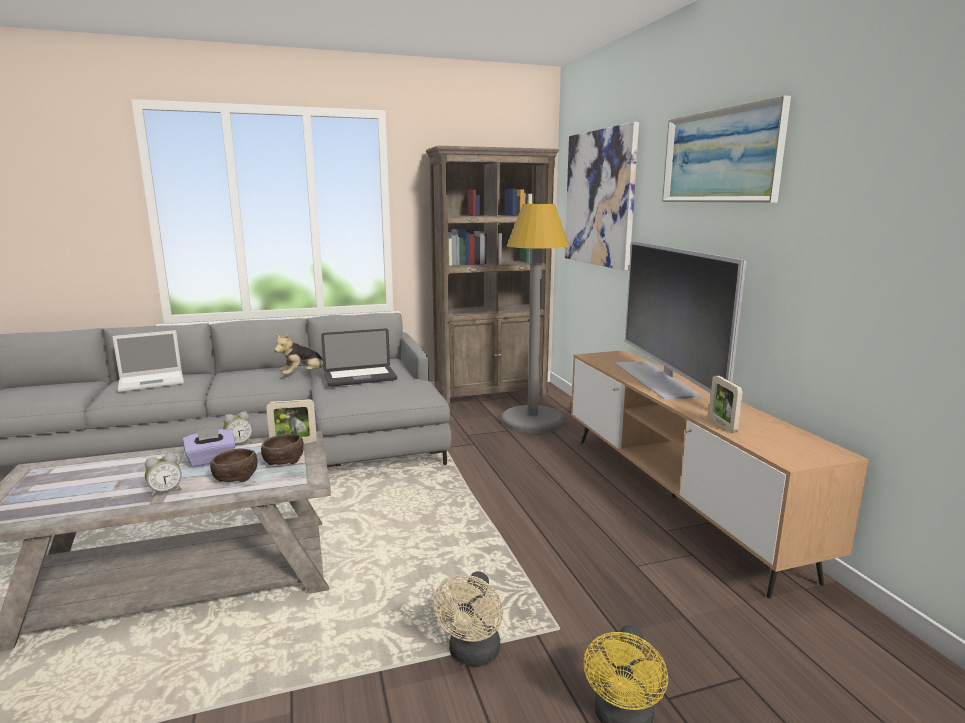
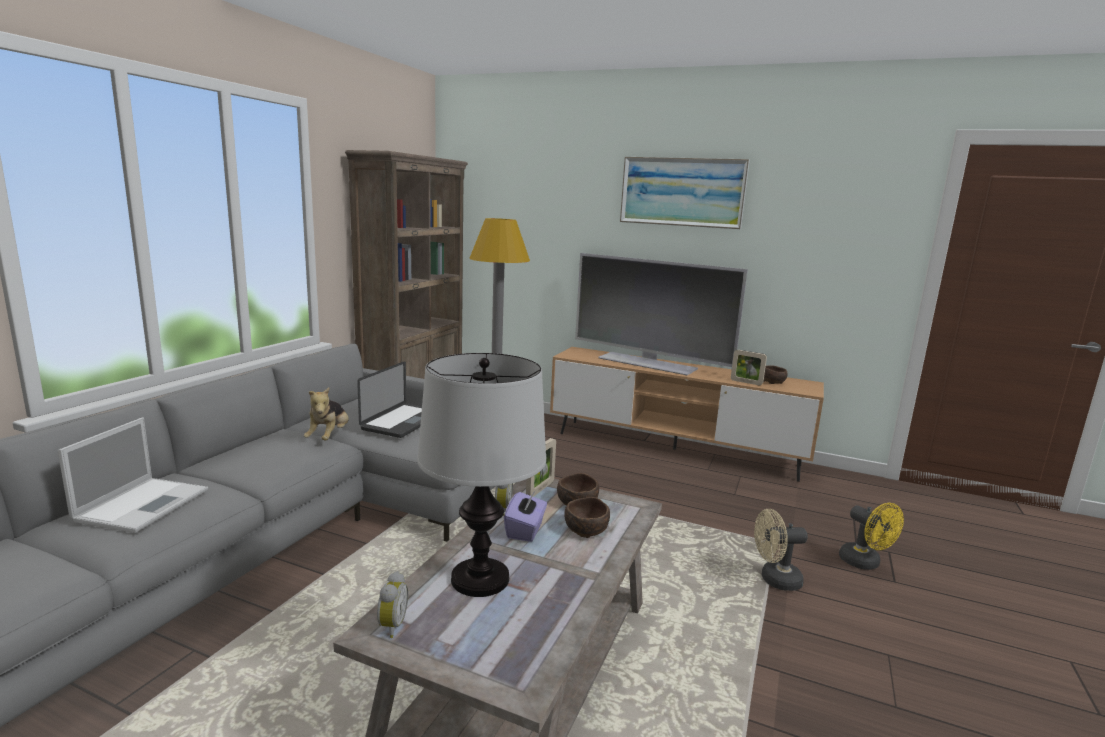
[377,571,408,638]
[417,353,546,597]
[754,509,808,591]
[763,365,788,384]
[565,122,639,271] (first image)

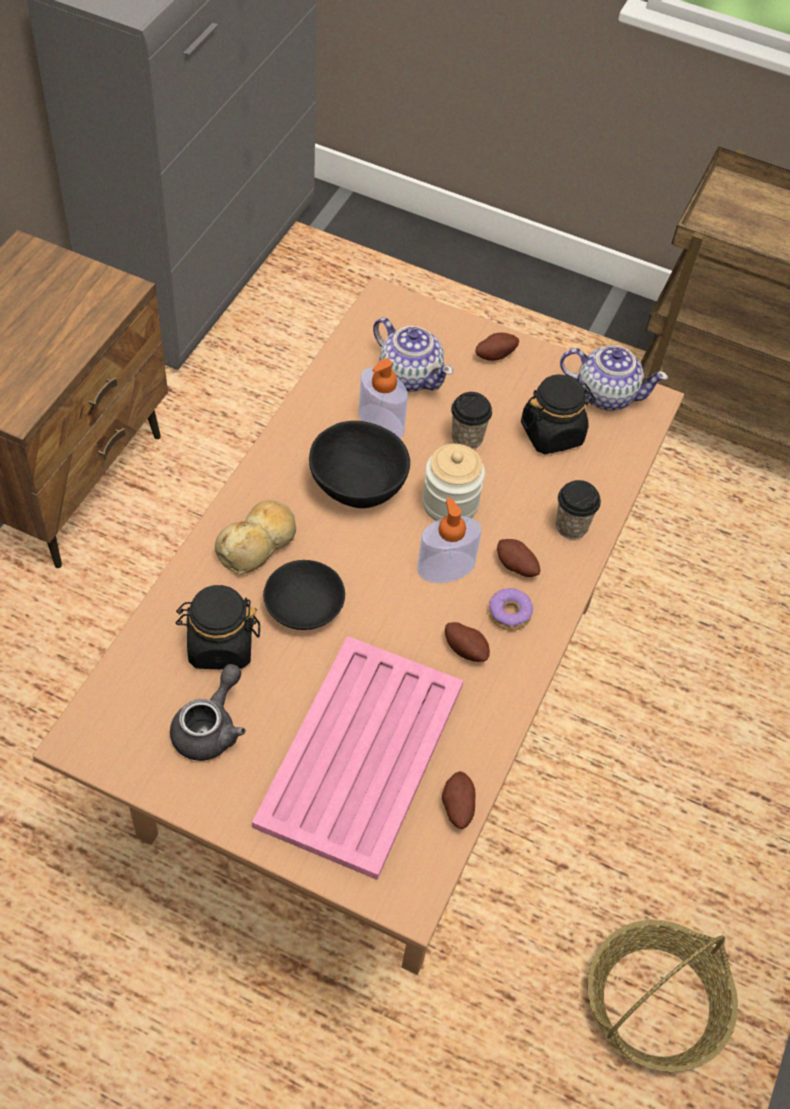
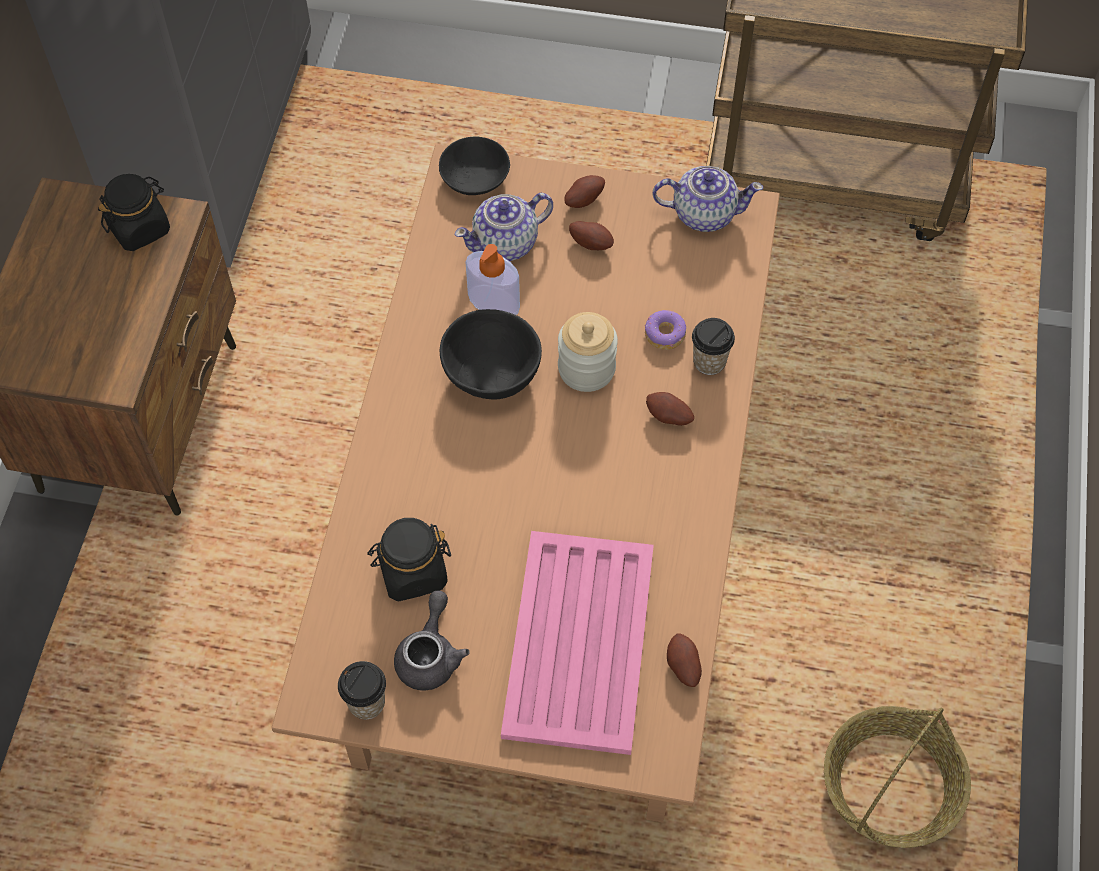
[98,174,170,251]
[338,661,386,719]
[439,137,510,195]
[455,193,553,261]
[569,221,614,250]
[645,310,686,350]
[215,500,296,575] (first image)
[417,498,481,583] (first image)

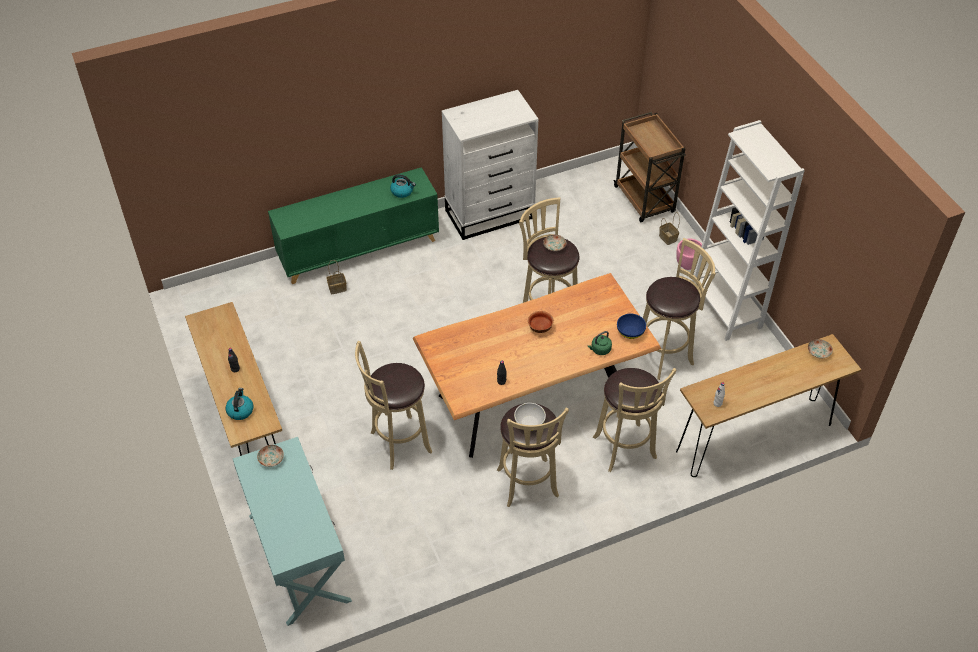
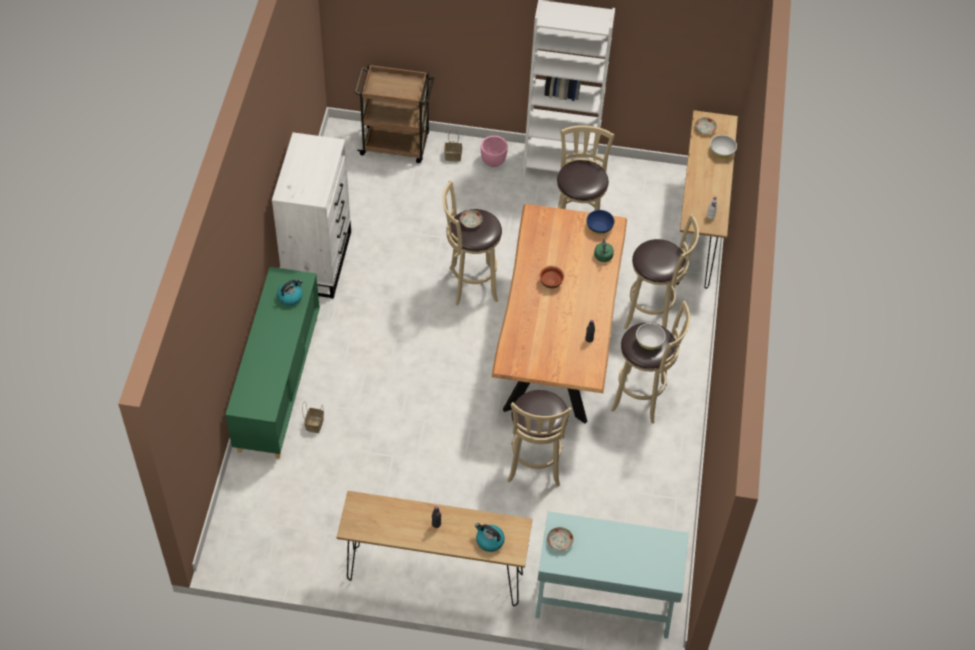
[710,135,737,158]

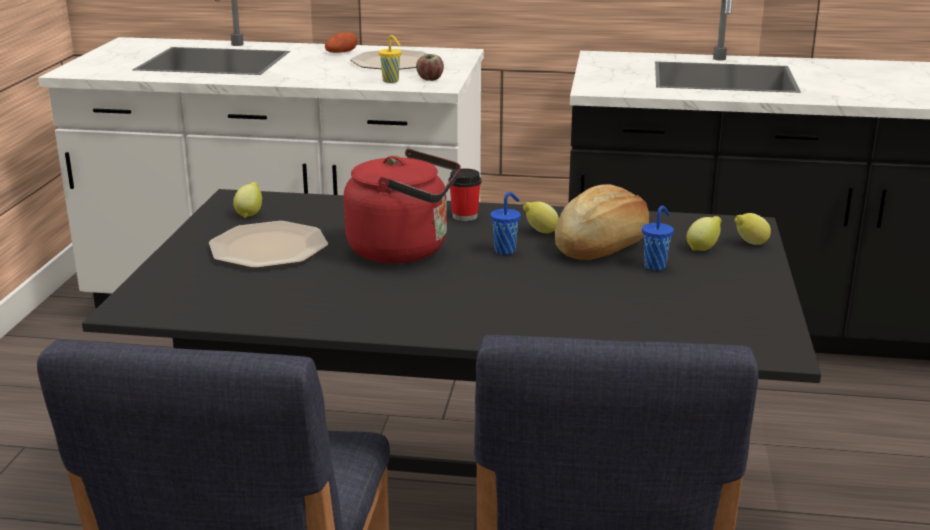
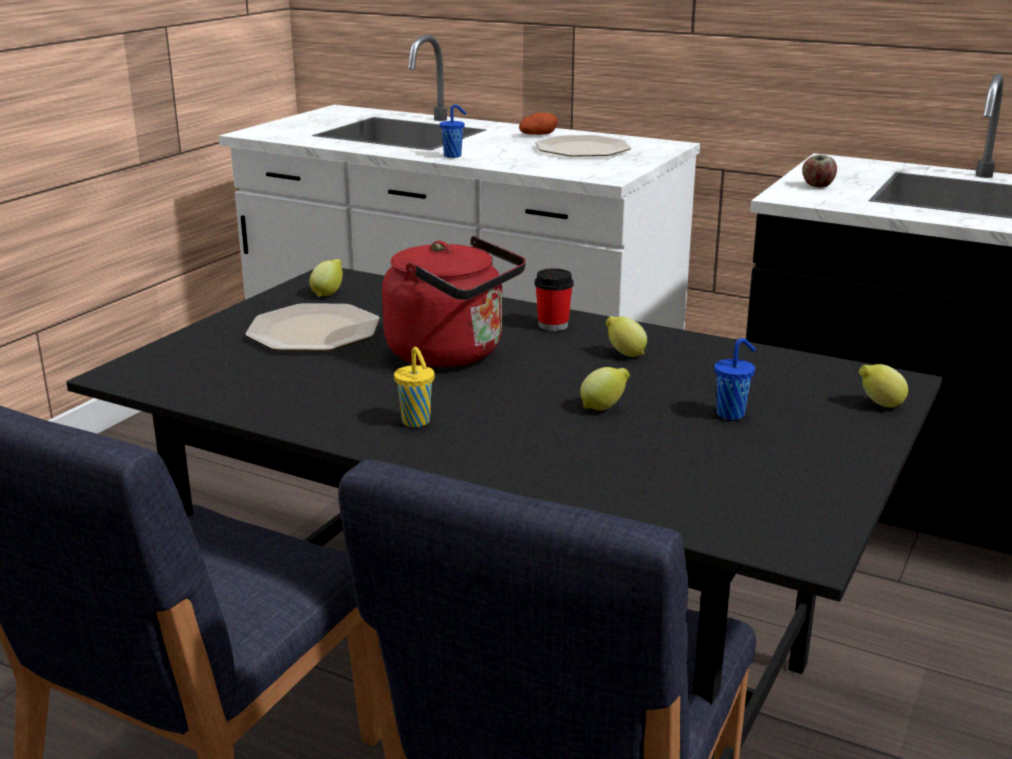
[394,347,435,427]
[440,104,466,158]
[580,367,630,410]
[802,155,837,188]
[555,184,649,260] (first image)

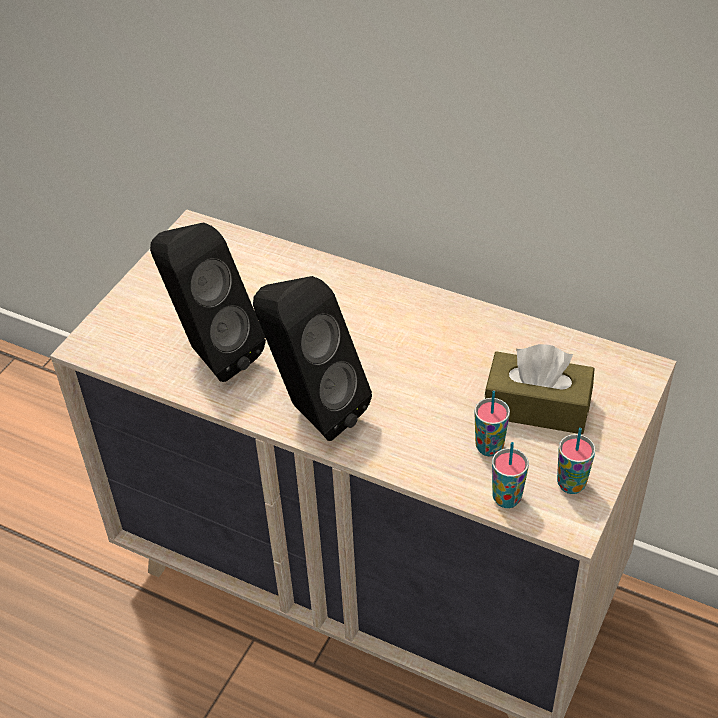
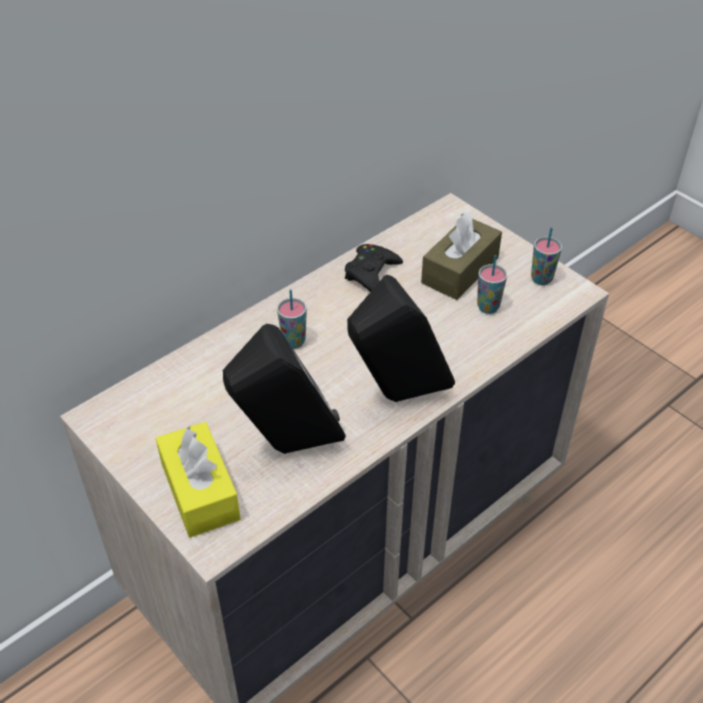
[156,422,241,538]
[277,289,307,349]
[345,244,403,292]

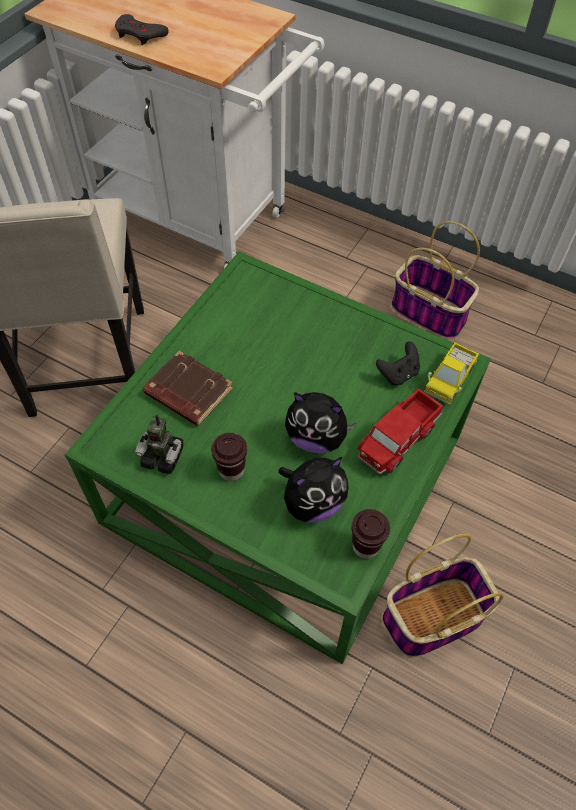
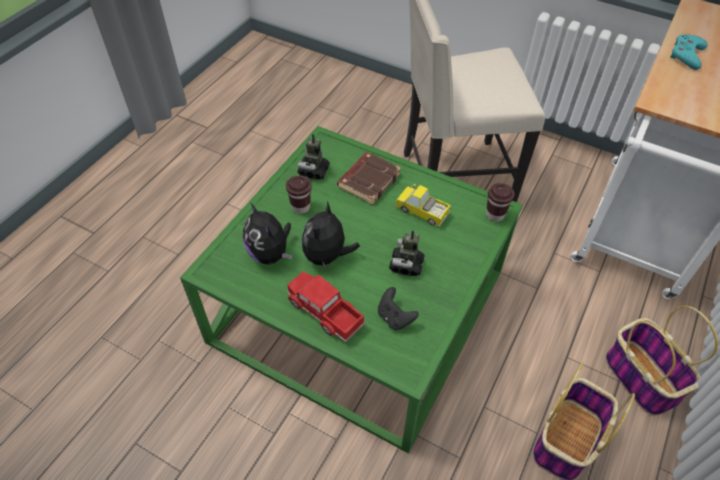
[389,230,425,276]
[395,184,451,227]
[486,183,514,222]
[605,305,718,416]
[670,34,708,70]

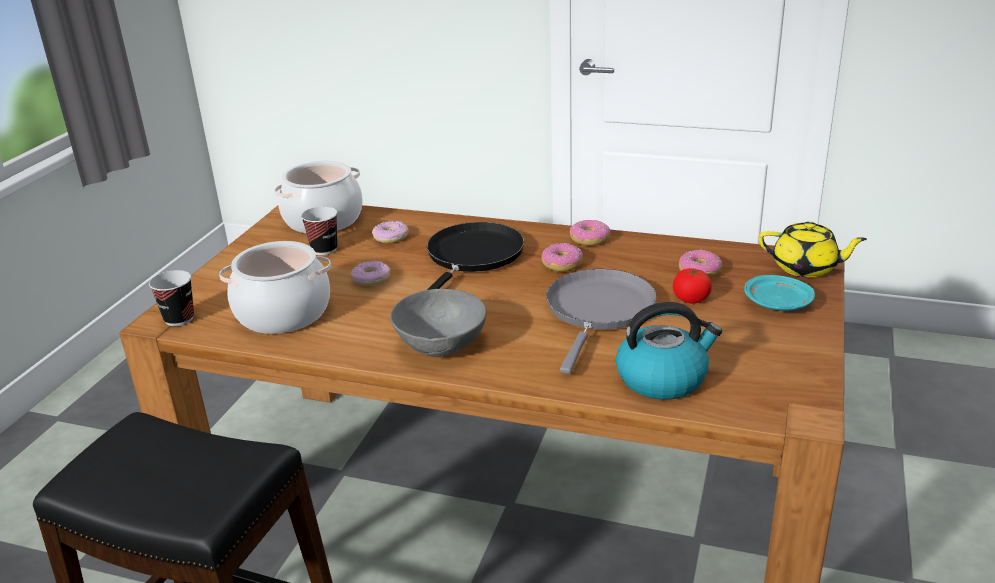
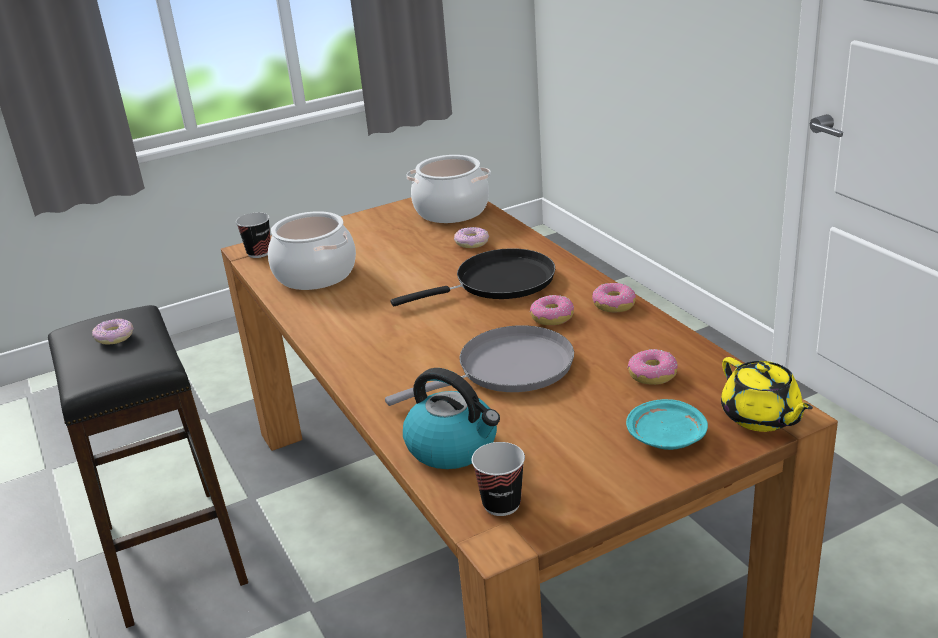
[92,318,134,345]
[472,442,525,516]
[390,289,486,357] (first image)
[673,268,712,304] (first image)

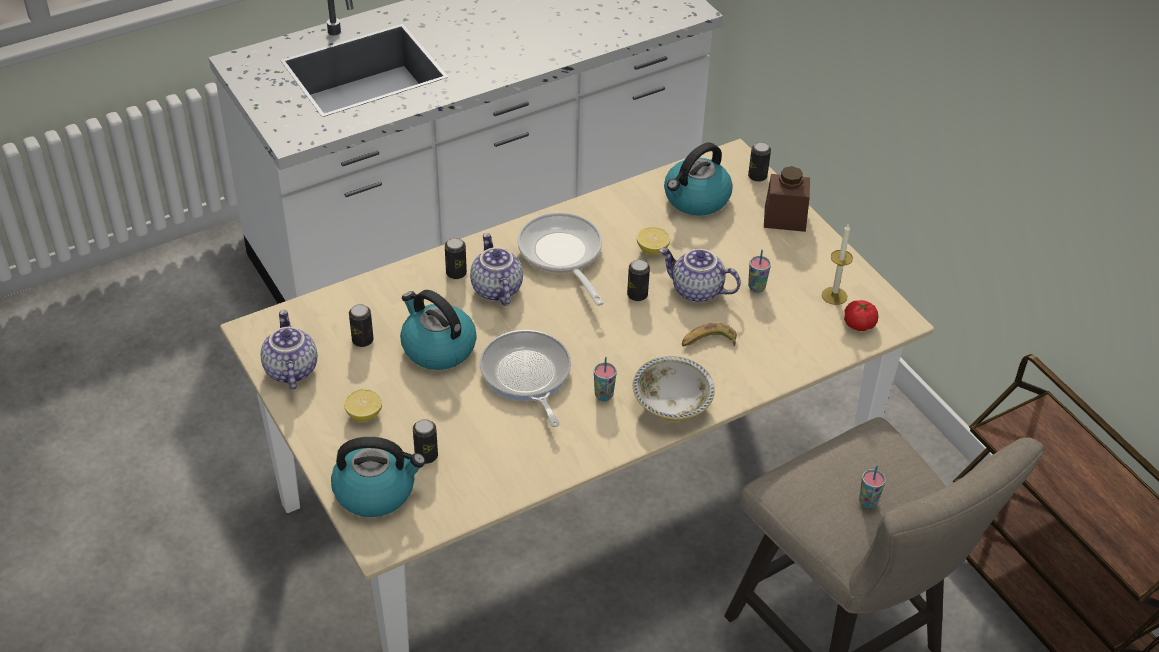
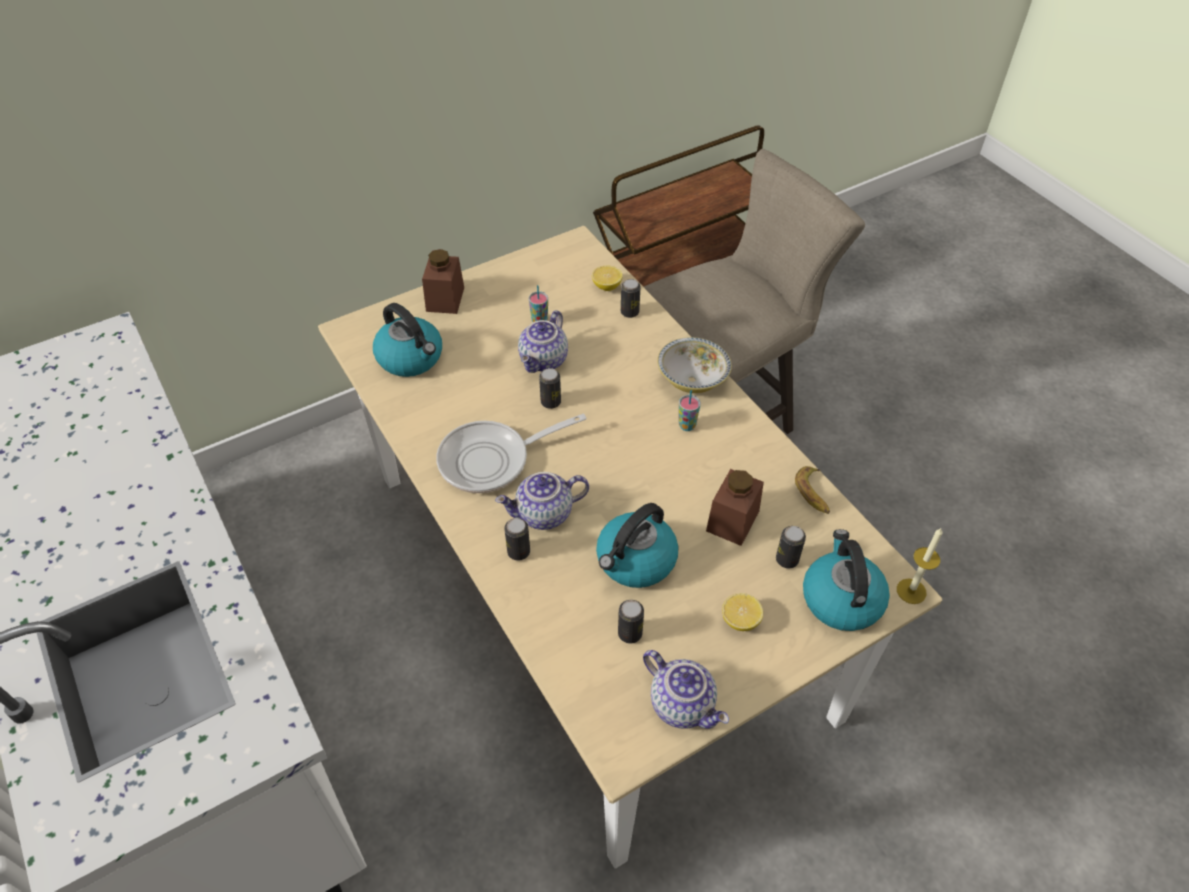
[592,266,623,291]
[621,279,640,318]
[643,650,729,729]
[706,469,764,546]
[795,466,830,514]
[897,527,943,604]
[480,330,571,427] (first image)
[844,300,878,331] (first image)
[859,465,886,508] (first image)

